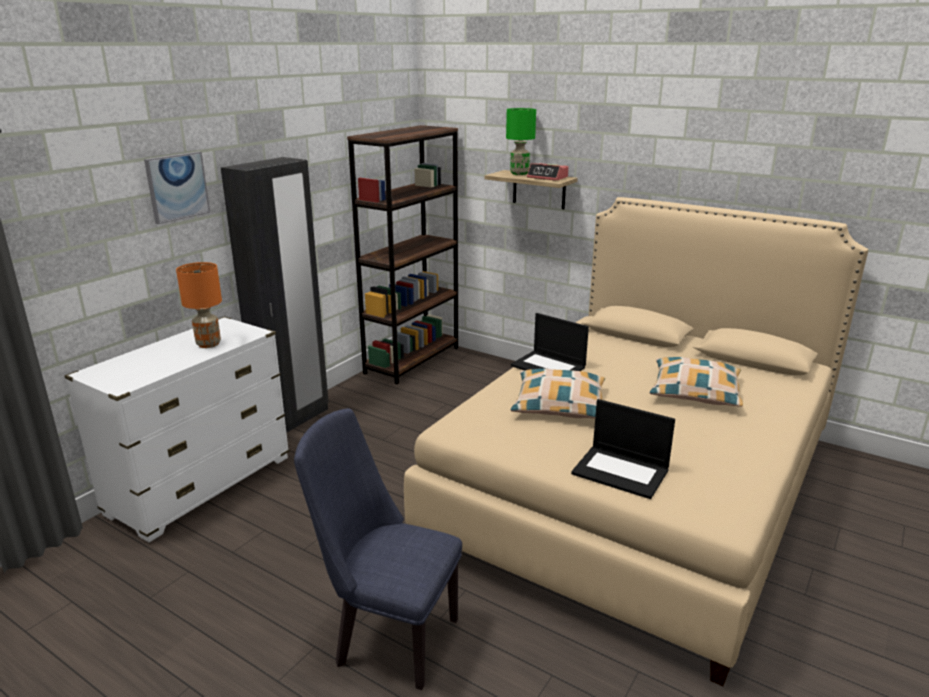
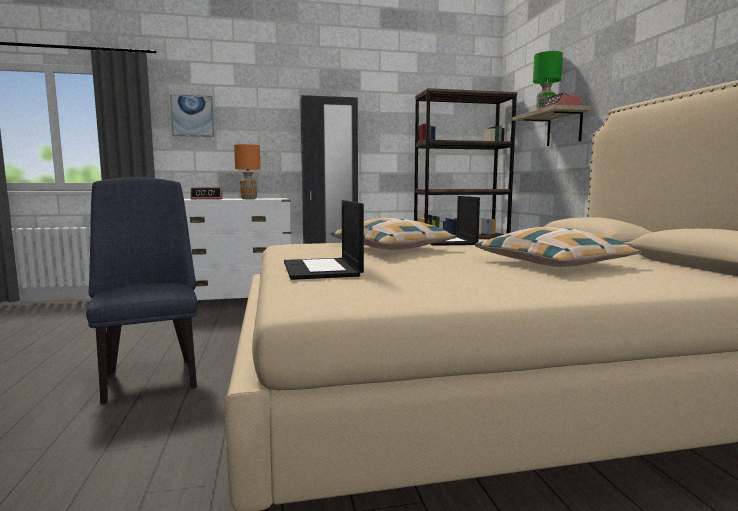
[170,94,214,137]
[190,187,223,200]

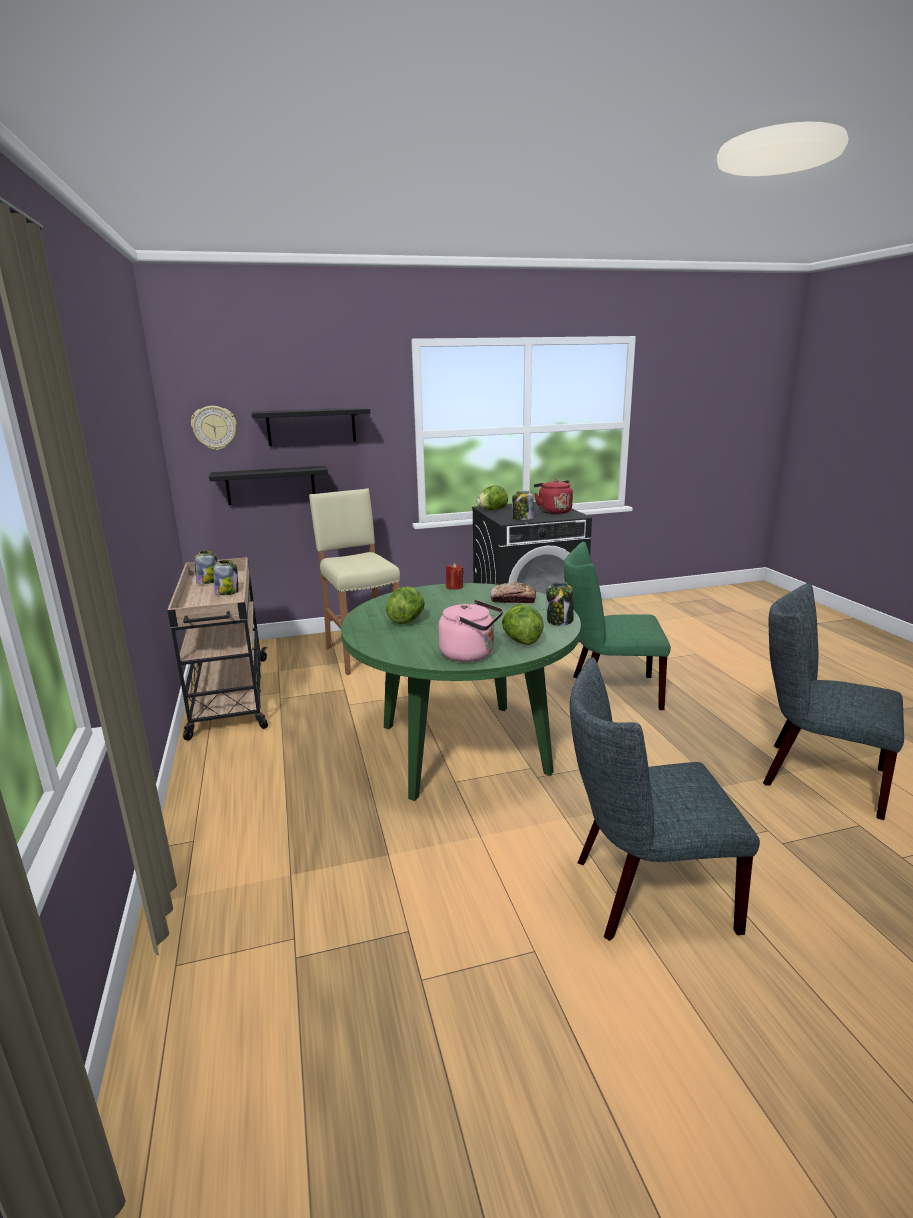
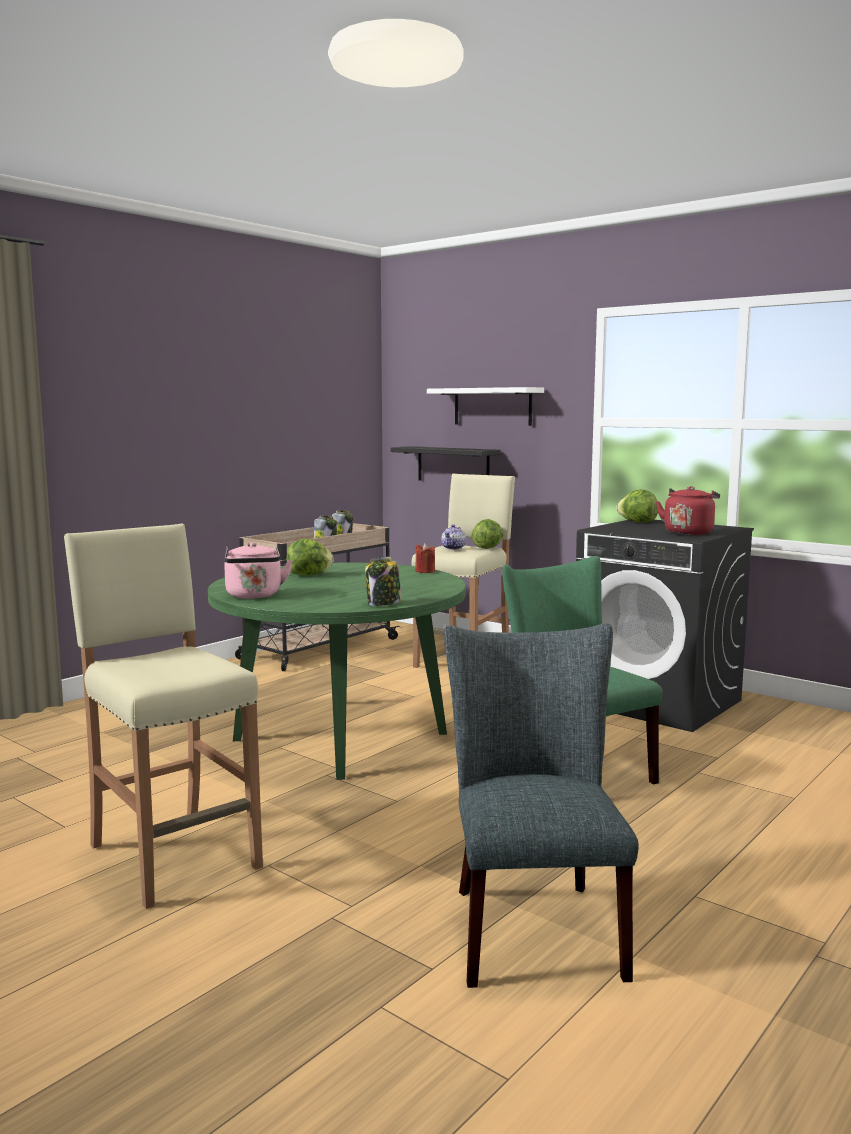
[64,524,263,909]
[427,387,544,426]
[441,524,466,550]
[471,519,503,549]
[191,406,237,450] (first image)
[490,582,536,604] (first image)
[512,491,534,520] (first image)

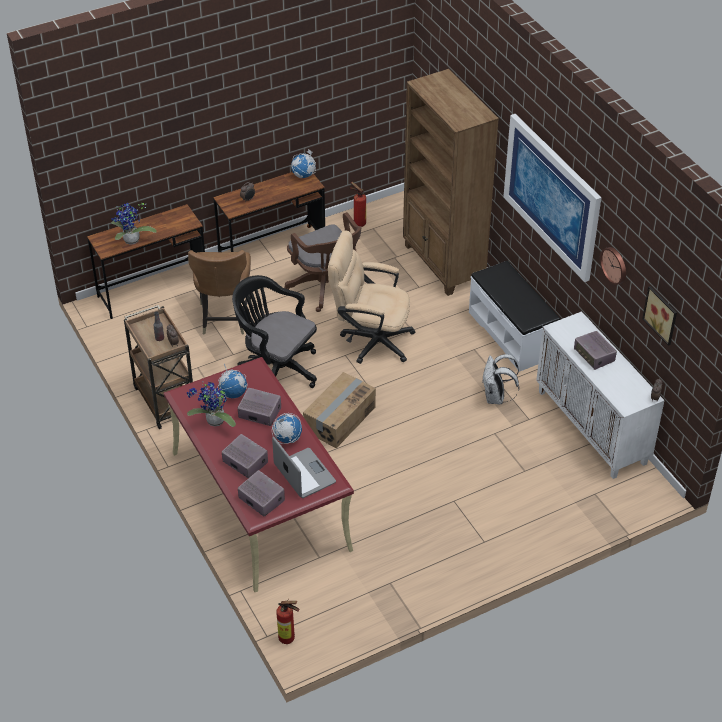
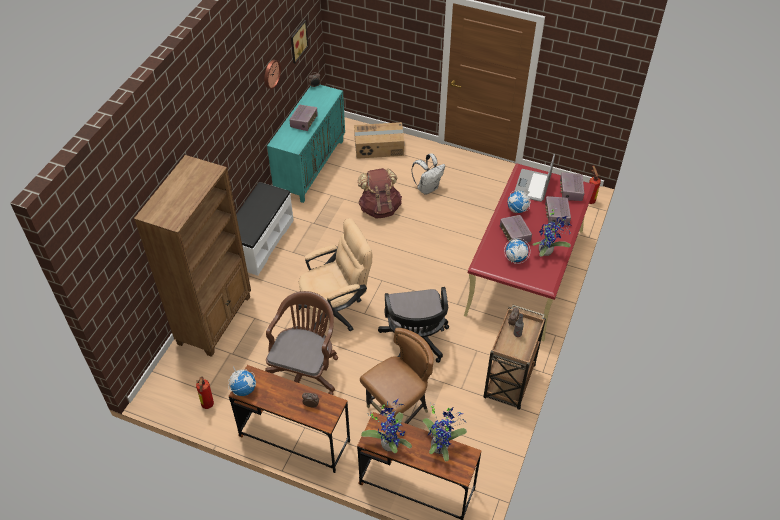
[267,84,345,203]
[299,218,372,332]
[354,122,405,159]
[358,168,402,219]
[361,399,412,453]
[411,153,445,194]
[503,114,601,282] (first image)

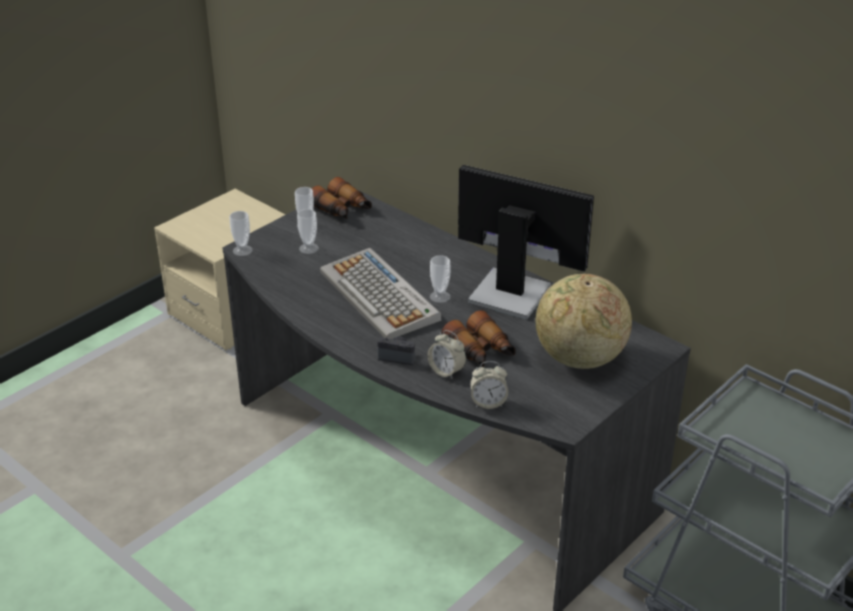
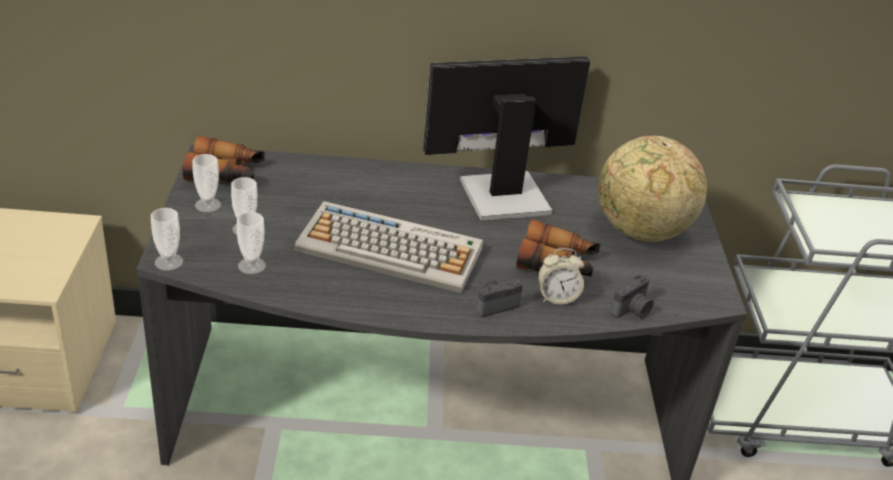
[237,212,266,274]
[610,274,653,319]

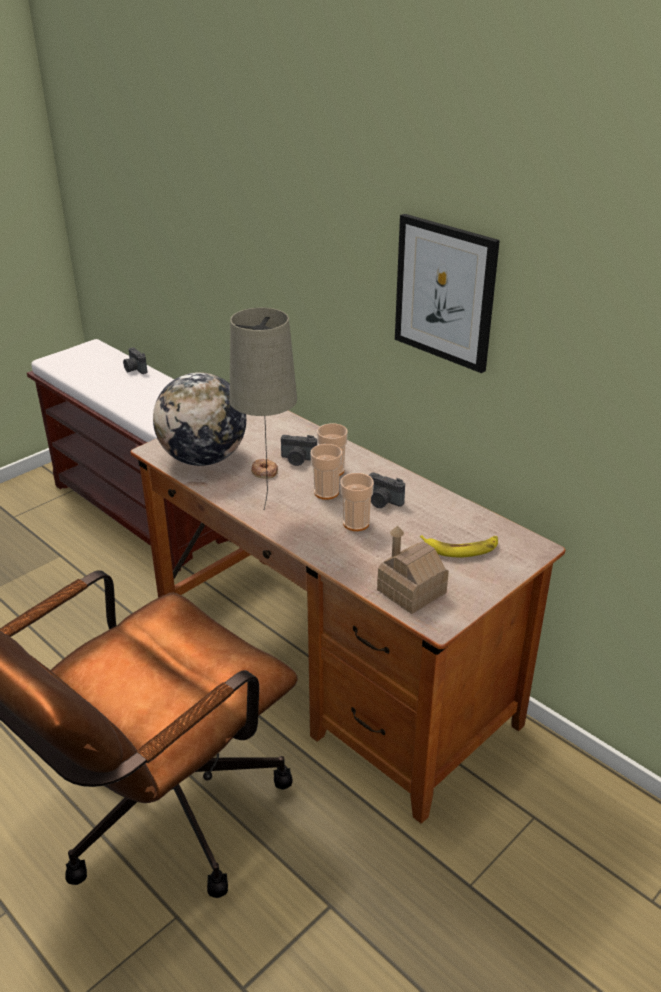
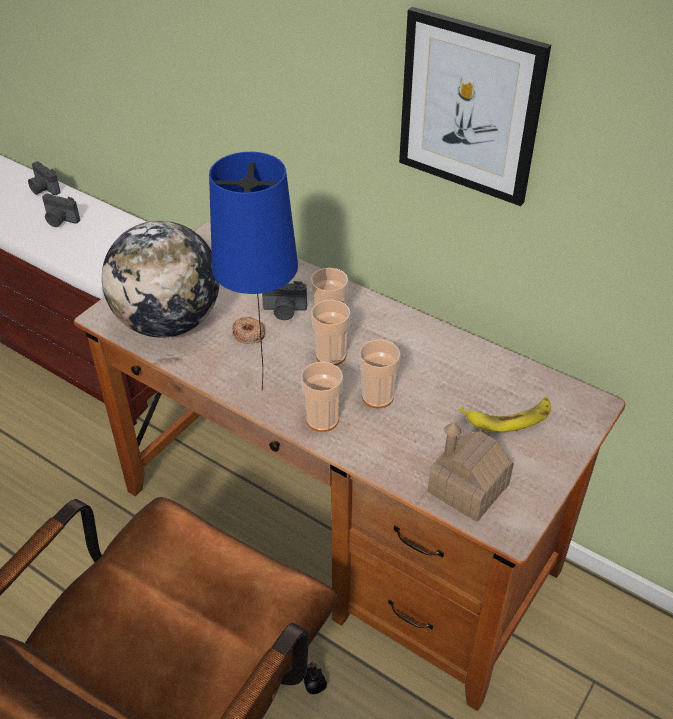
[42,194,80,227]
[209,152,298,391]
[301,362,343,432]

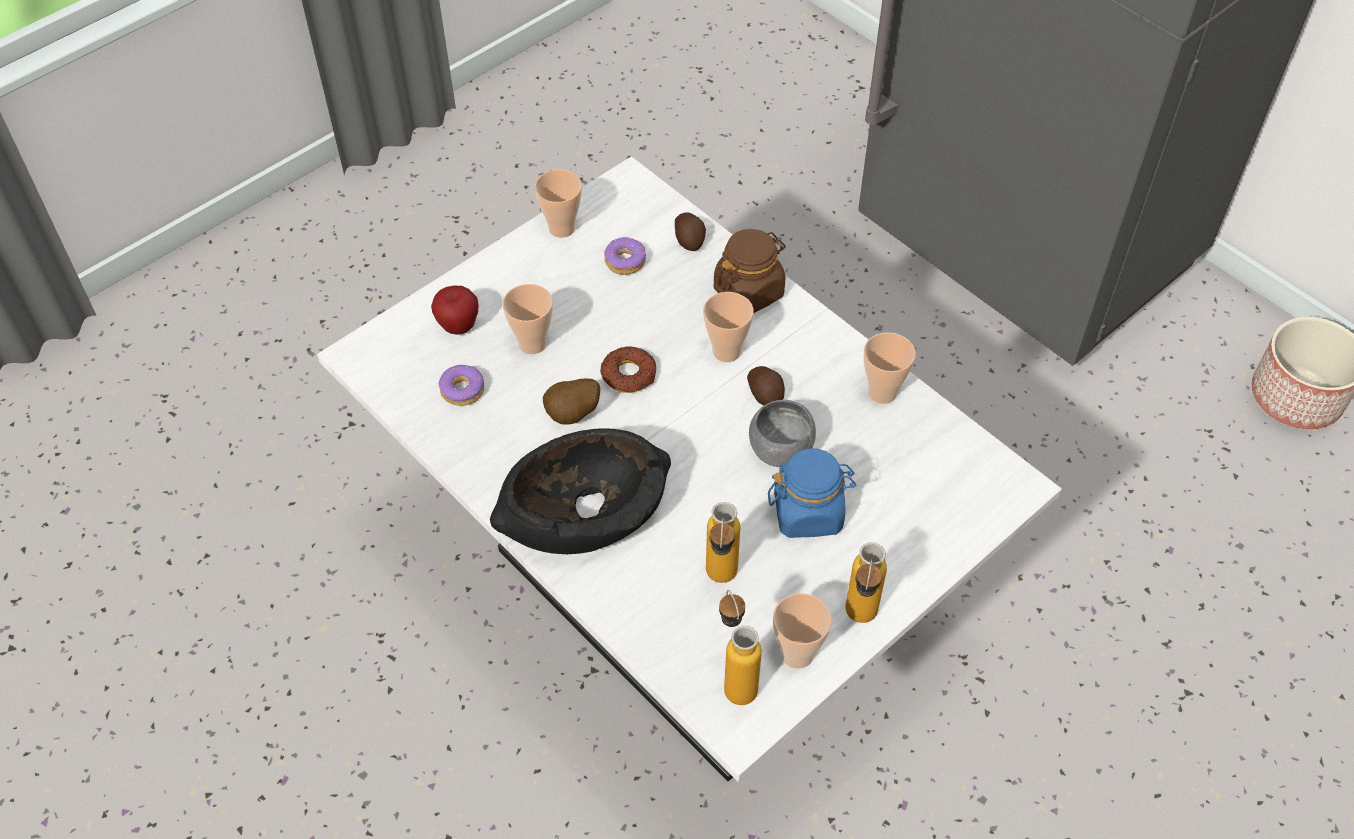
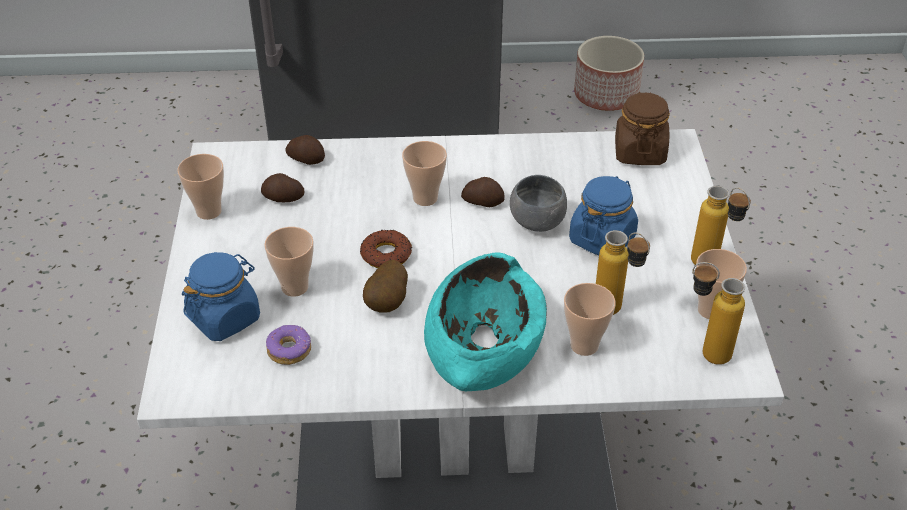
[182,252,260,341]
[261,173,304,202]
[424,253,547,391]
[564,283,616,356]
[615,92,670,165]

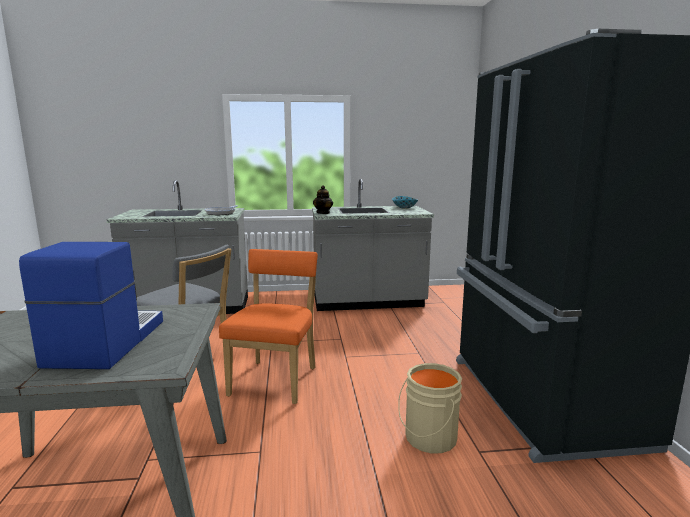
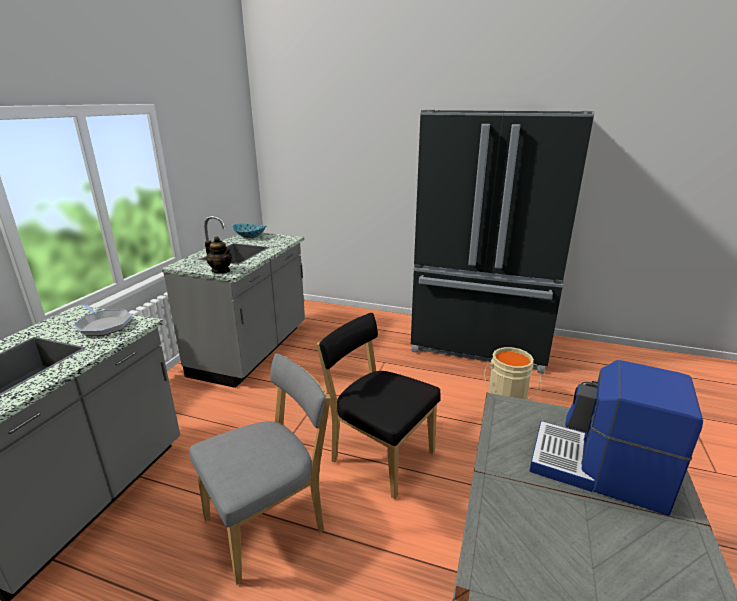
[316,313,441,499]

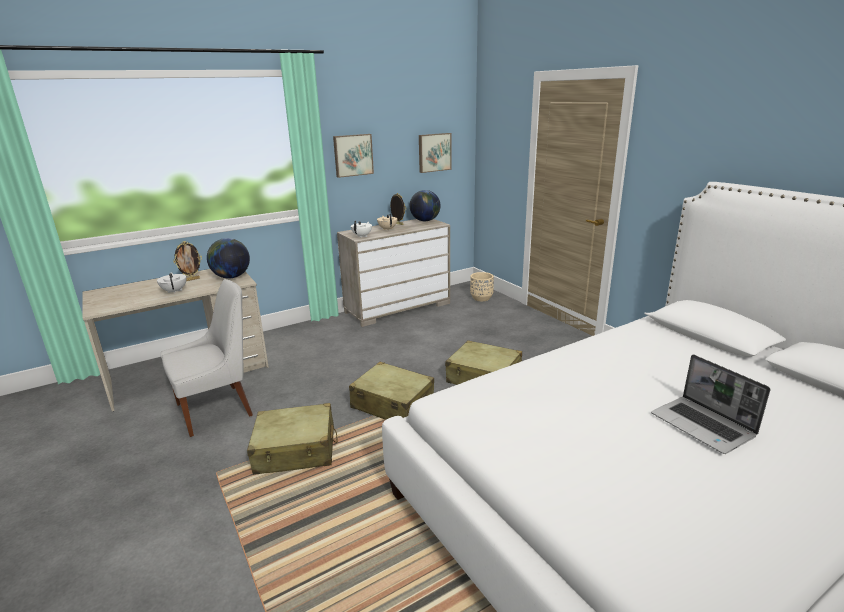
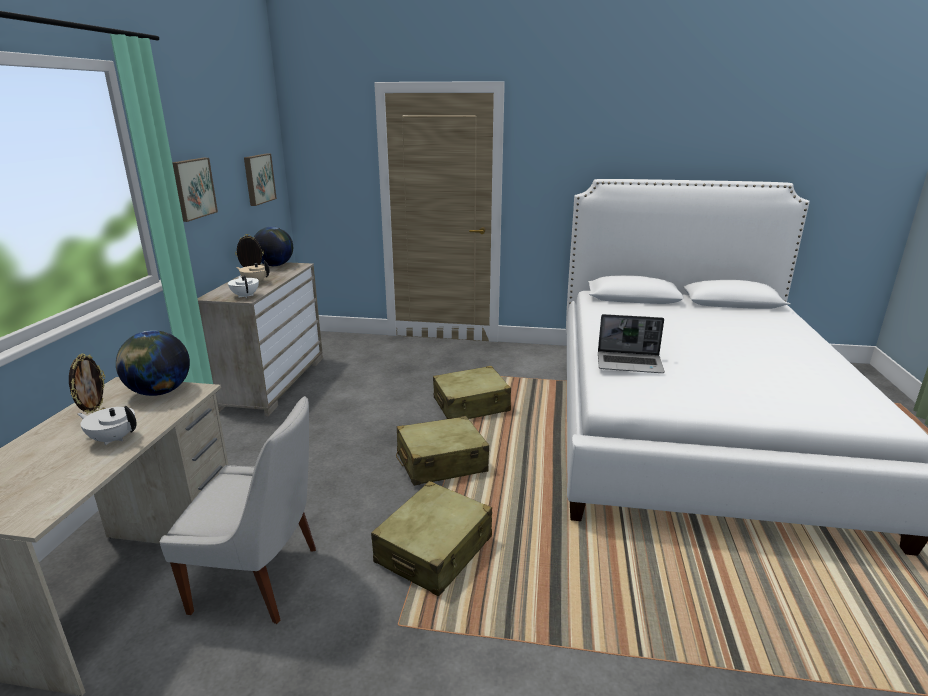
[160,396,316,624]
[598,314,665,373]
[470,272,494,301] (first image)

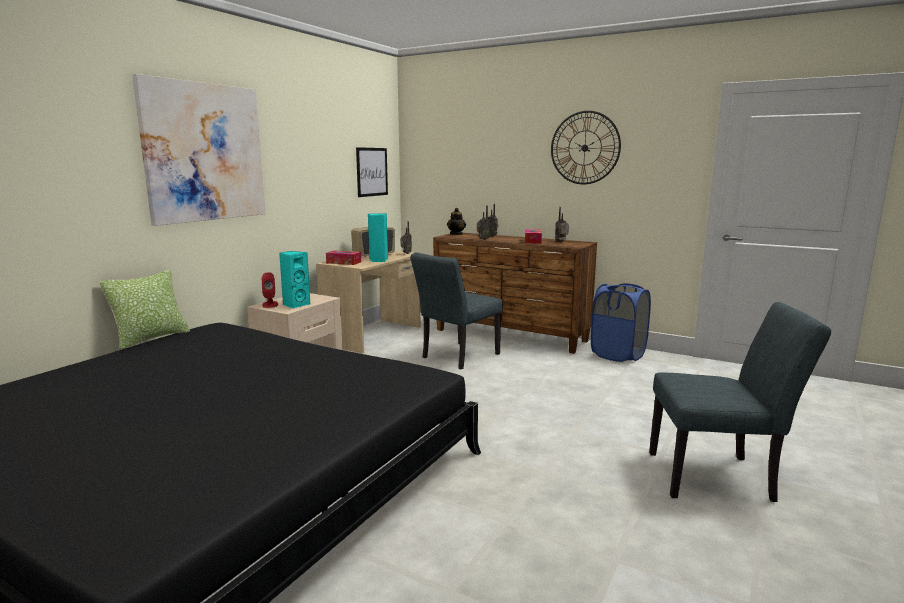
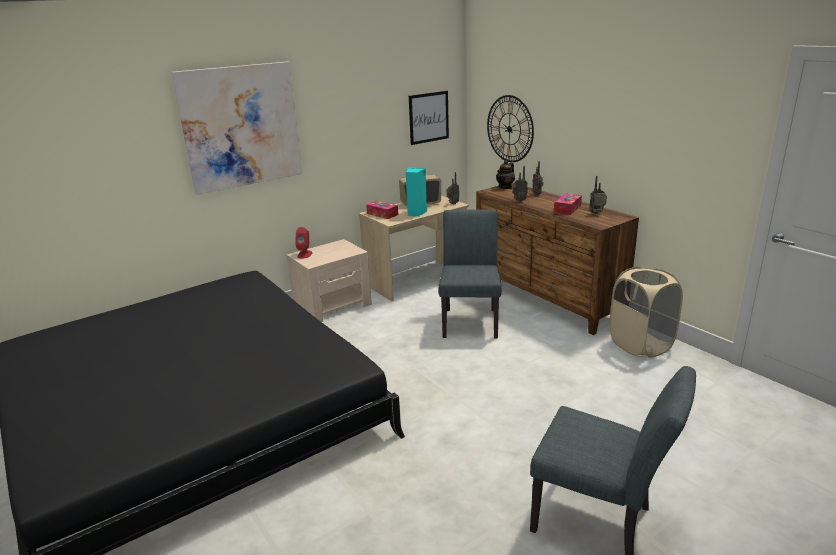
[439,210,502,338]
[487,95,534,162]
[609,267,683,358]
[99,270,190,350] (first image)
[279,251,311,309] (first image)

